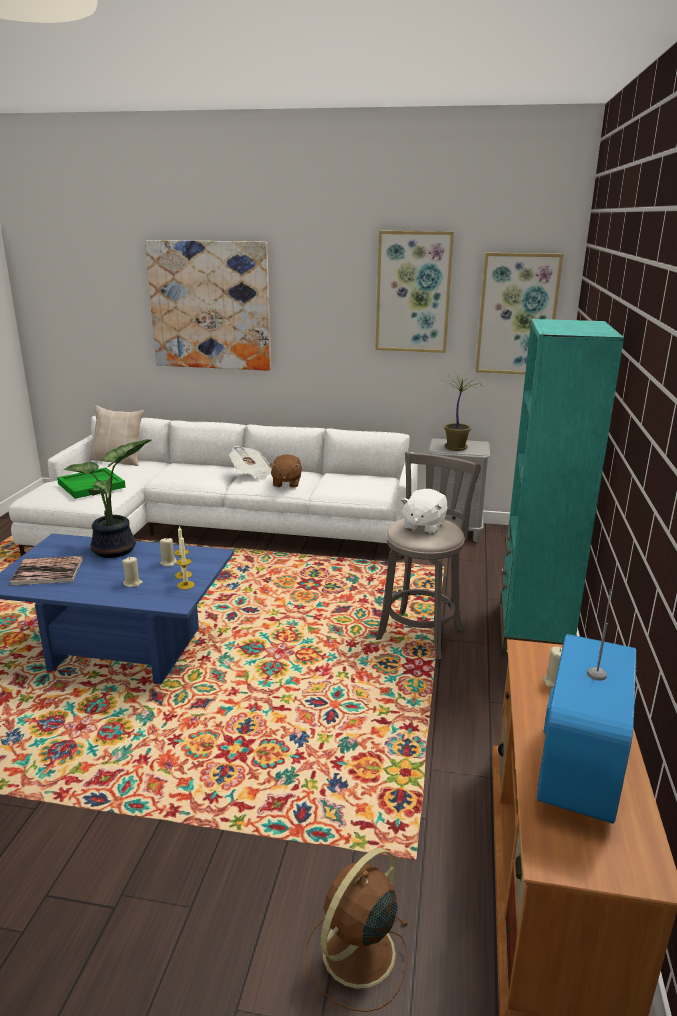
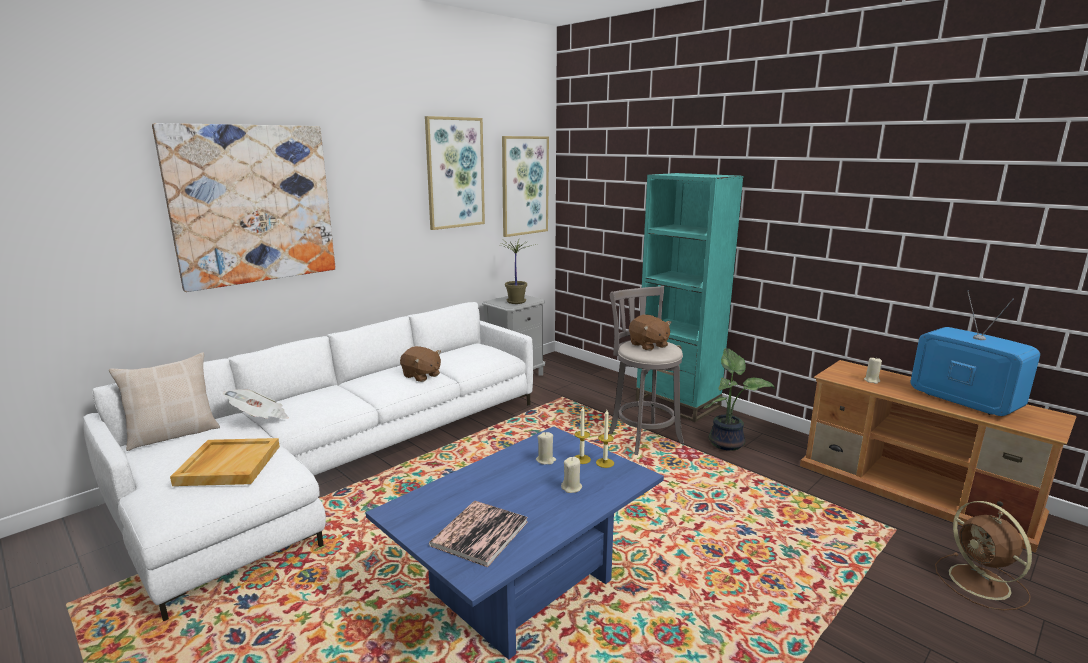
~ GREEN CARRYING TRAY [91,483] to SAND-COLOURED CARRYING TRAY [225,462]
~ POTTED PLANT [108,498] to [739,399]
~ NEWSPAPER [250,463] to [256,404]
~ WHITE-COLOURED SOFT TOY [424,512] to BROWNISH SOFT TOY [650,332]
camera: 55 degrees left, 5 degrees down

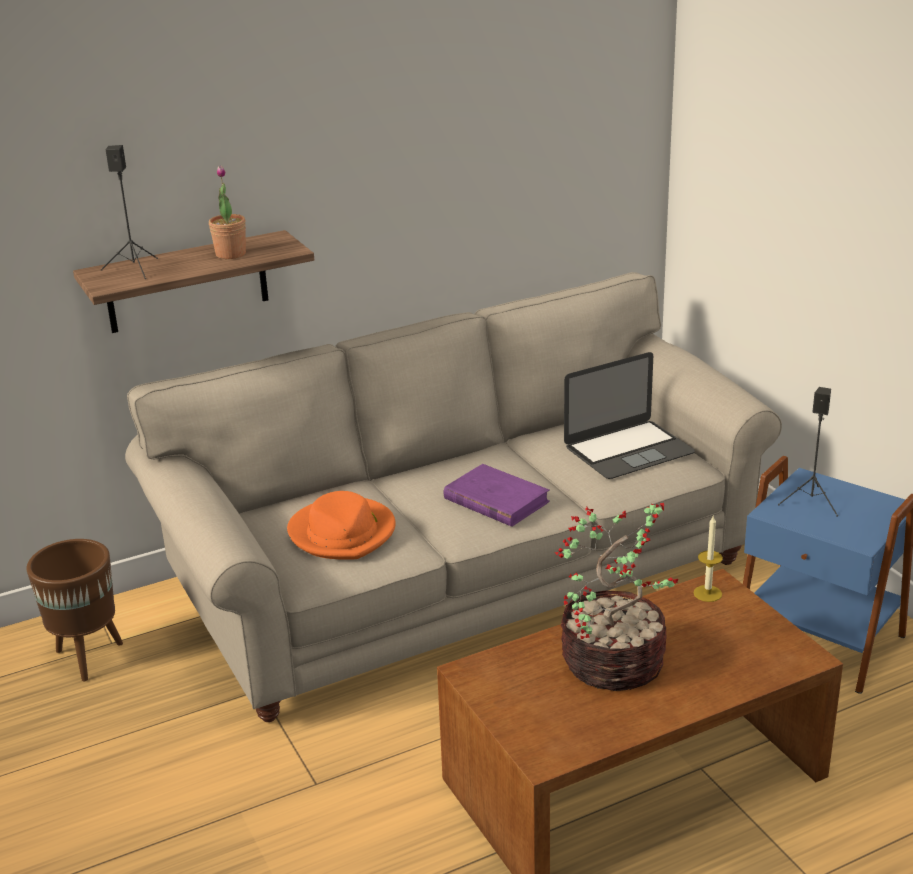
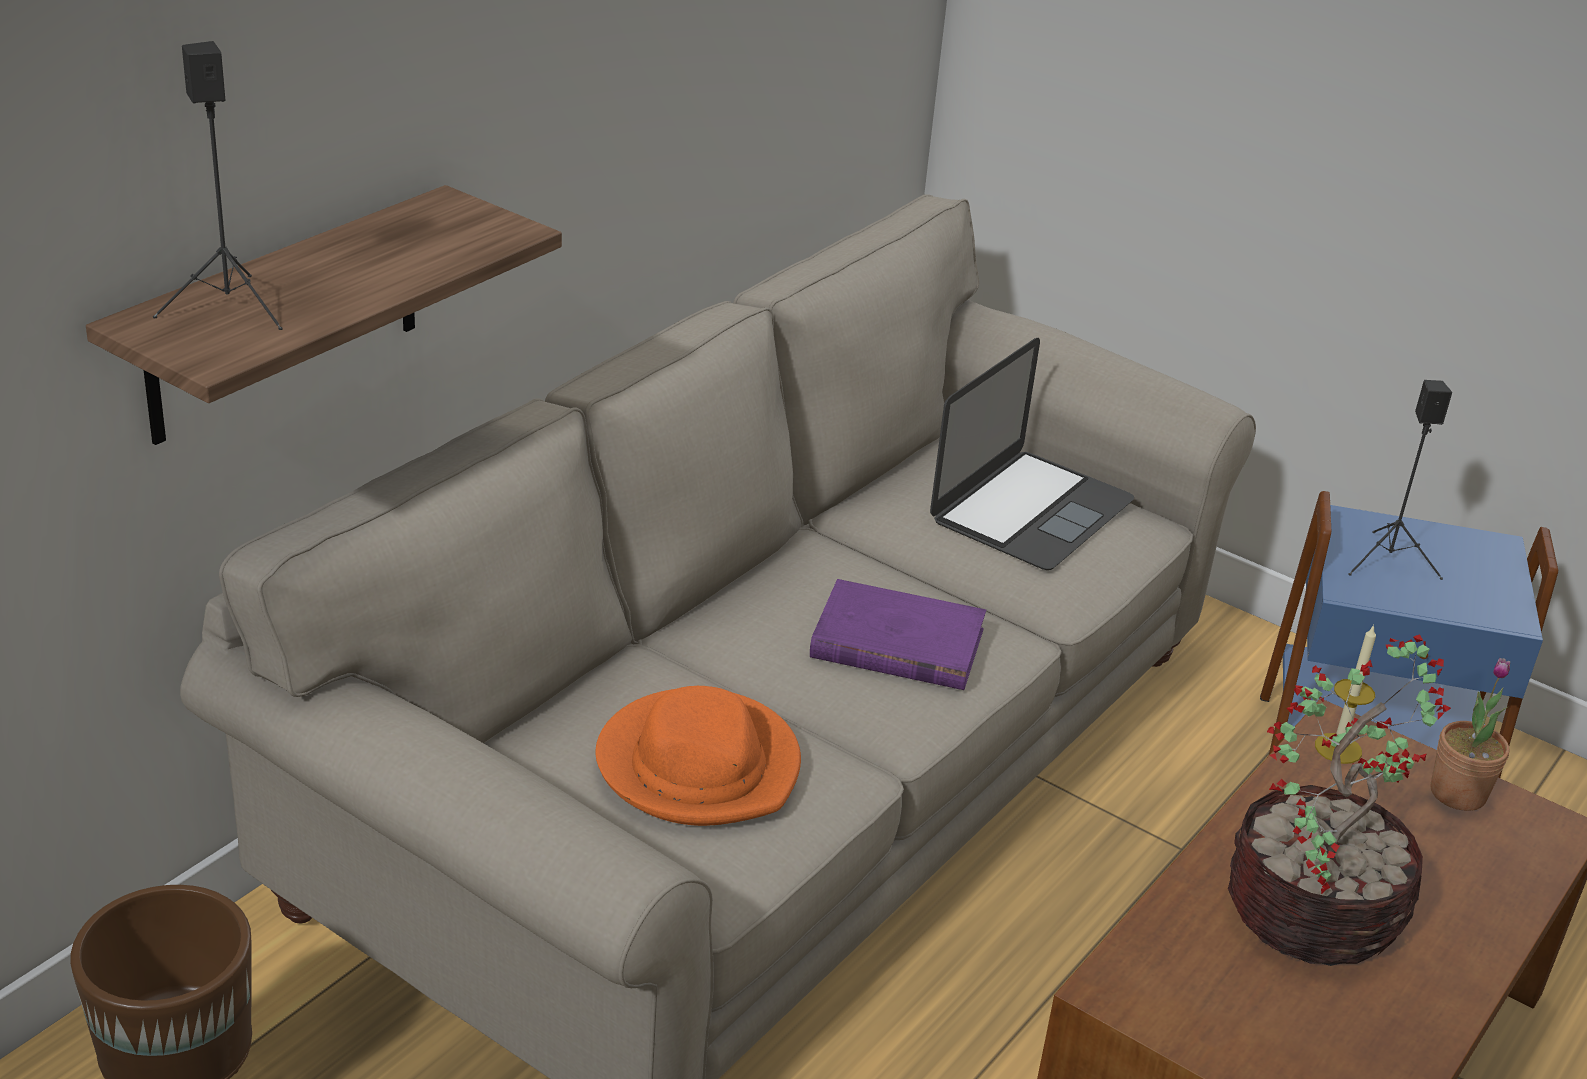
~ POTTED PLANT [227,212] to [1470,734]
camera: 30 degrees left, 5 degrees up

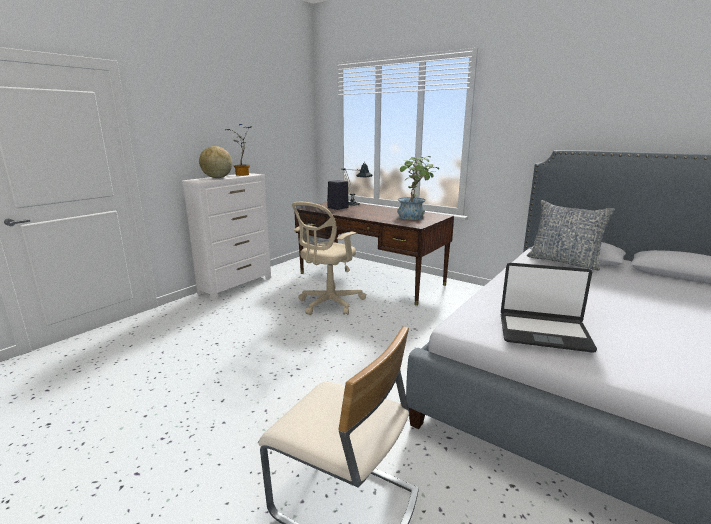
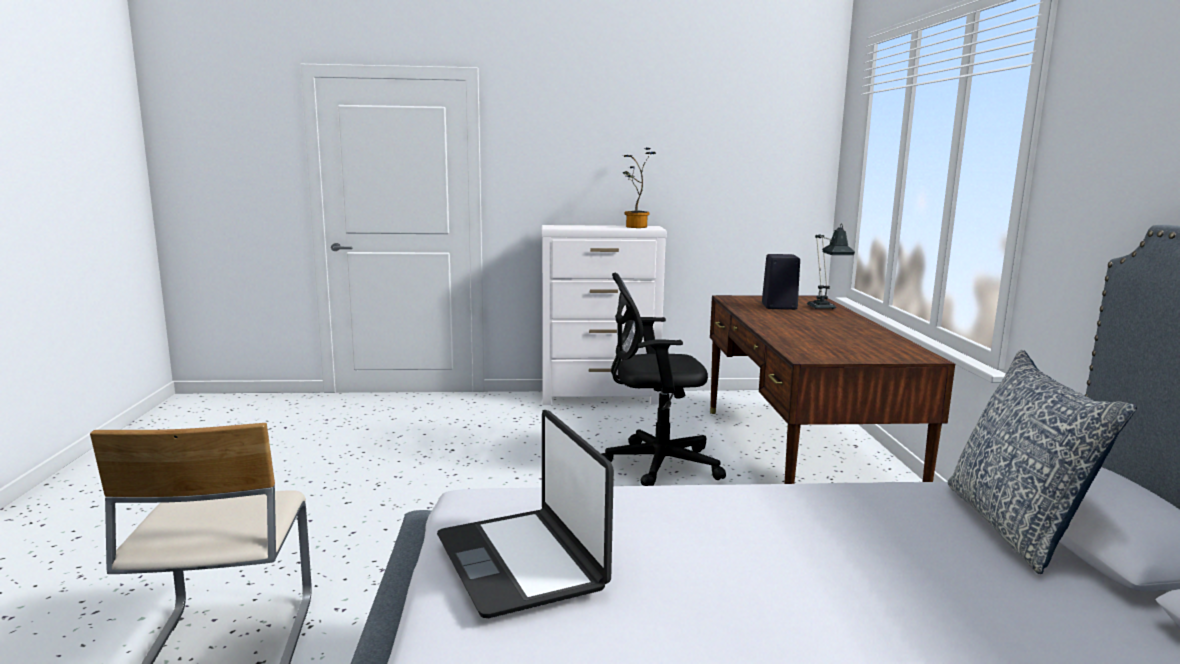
- GLOBE [215,162]
~ SAND-COLOURED DESK CHAIR [329,258] to BLACK DESK CHAIR [663,379]
- POTTED PLANT [418,188]
camera: 50 degrees right, 5 degrees down

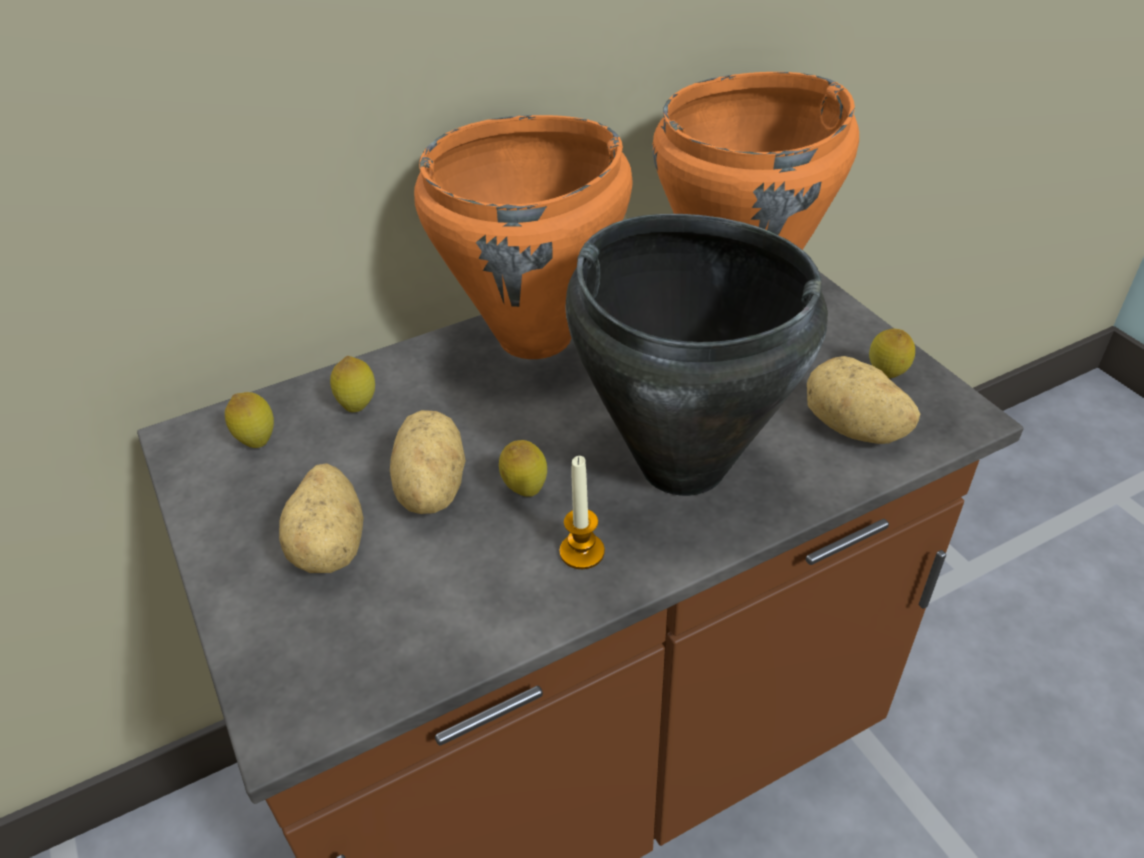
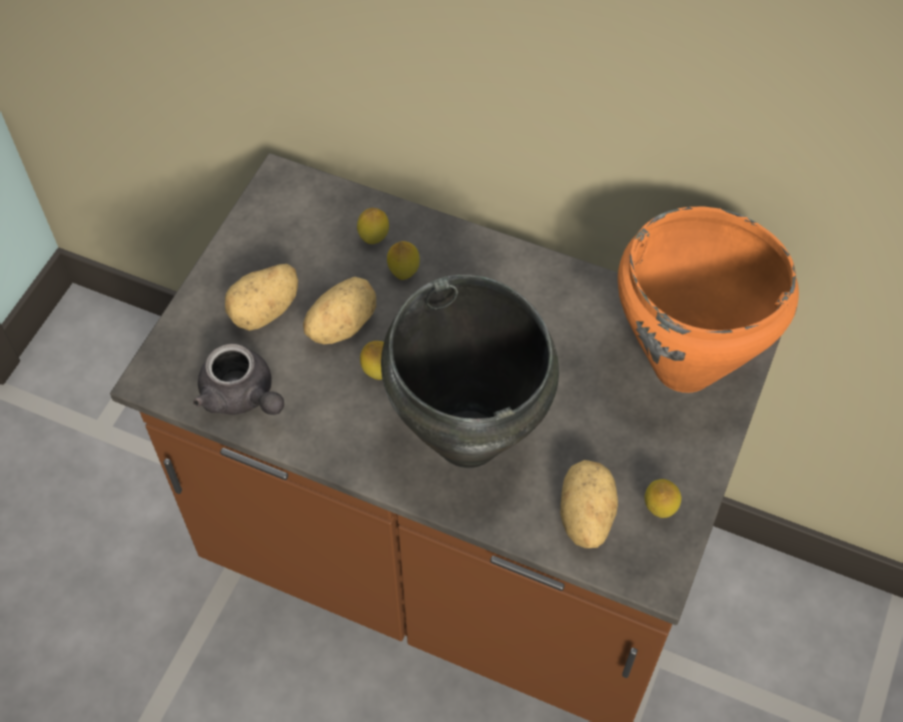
~ LEMON [249,420] to [403,260]
- ORANGE-COLOURED STOCKPOT [523,237]
- WAX LIGHT [582,512]
+ GREY TEAPOT [238,379]
camera: 50 degrees right, 15 degrees up

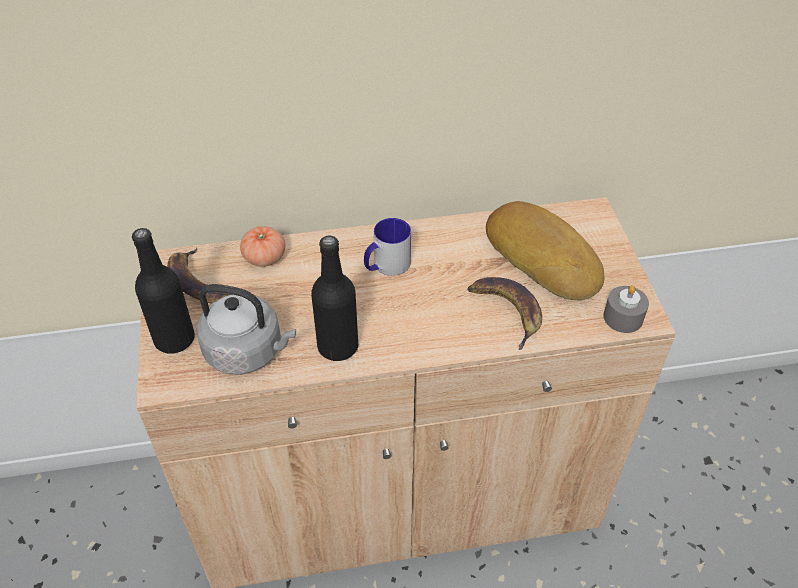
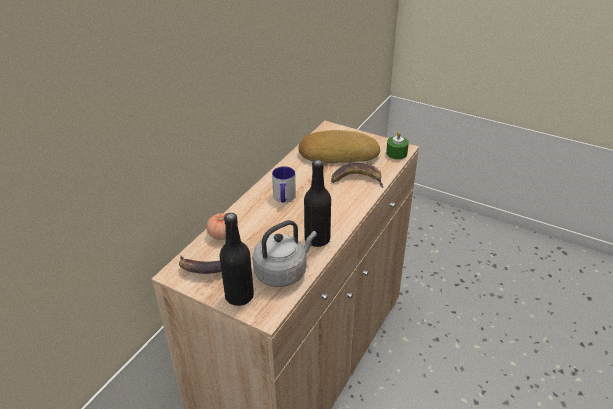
~ GREY WAX LIGHT [626,309] to GREEN WAX LIGHT [397,145]
camera: 50 degrees left, 10 degrees down

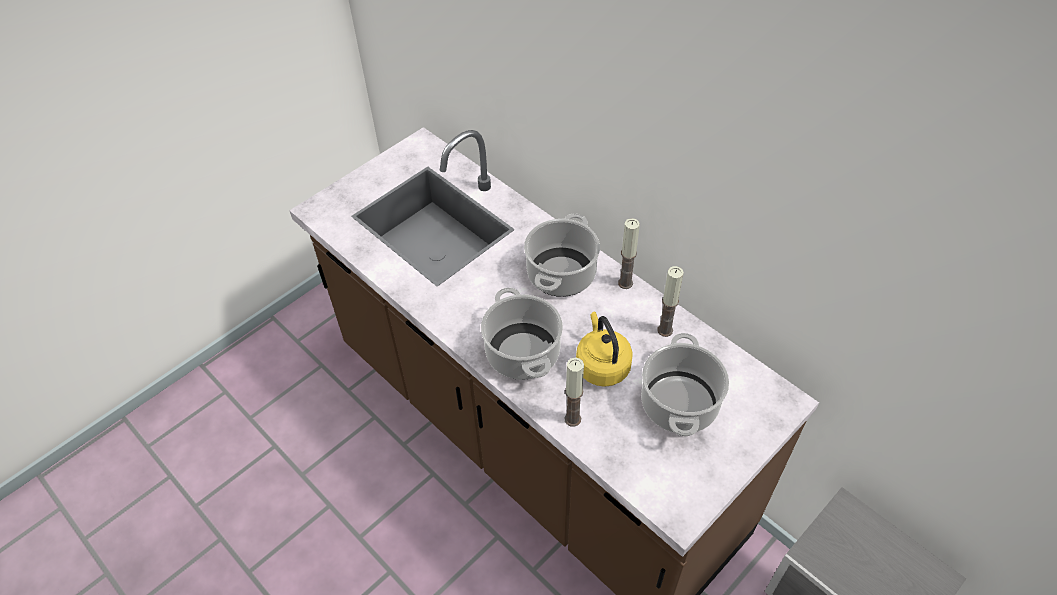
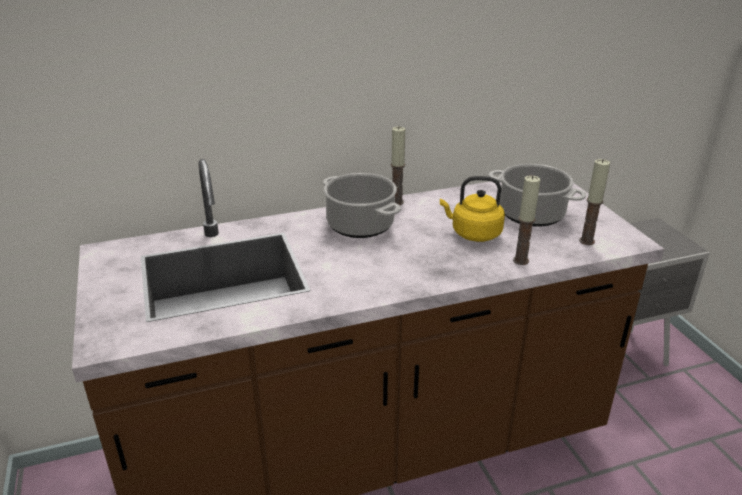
- STOCKPOT [522,334]
~ WAX LIGHT [670,301] to [594,202]
camera: 65 degrees left, 20 degrees down

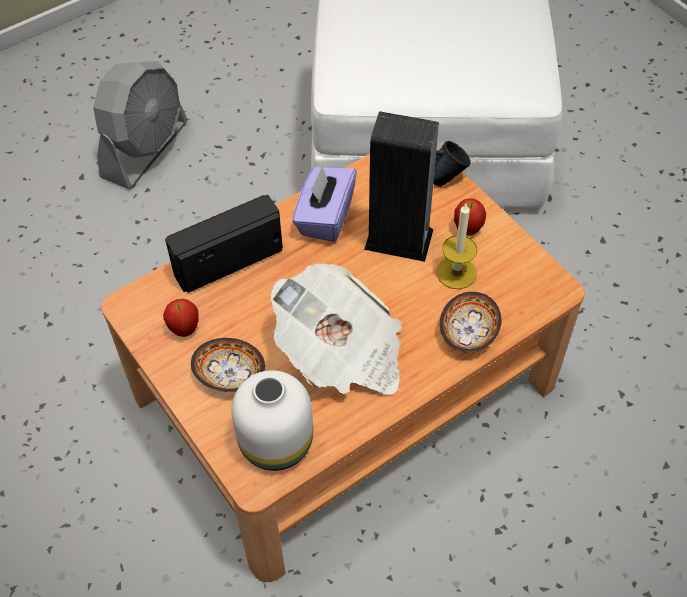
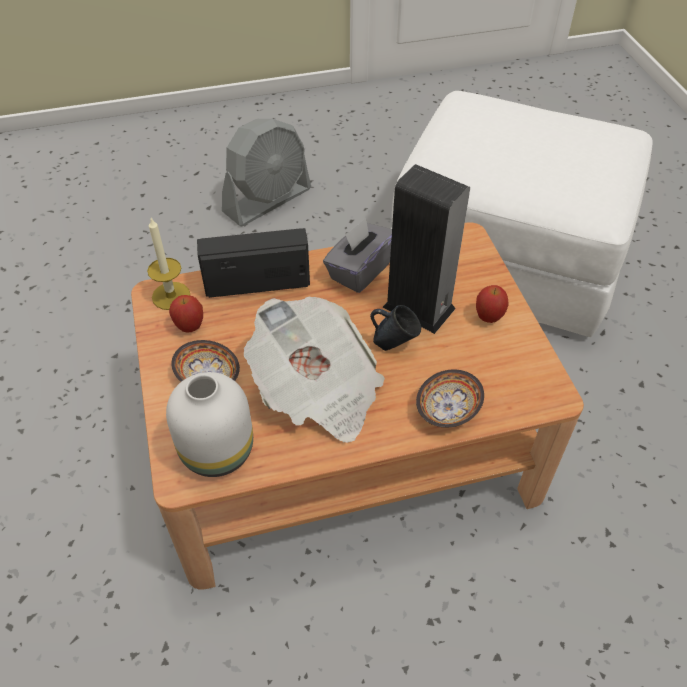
~ PURPLE-COLOURED BOX OF TISSUES [325,204] to GREY BOX OF TISSUES [357,255]
~ BLUE-COLOURED TEA MUG [452,164] to [395,328]
~ WAX LIGHT [457,246] to [168,264]
camera: 20 degrees right, 5 degrees down

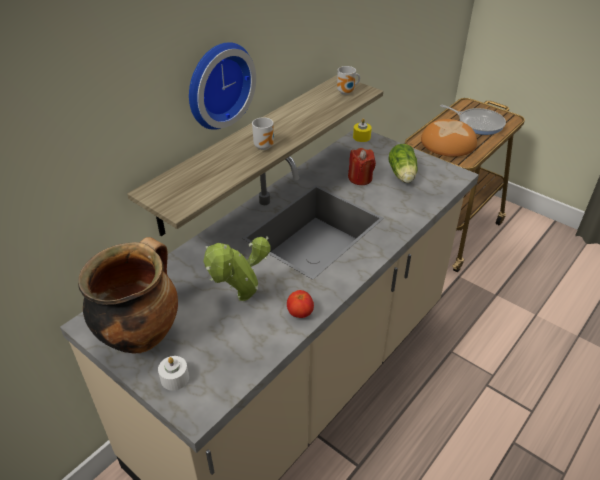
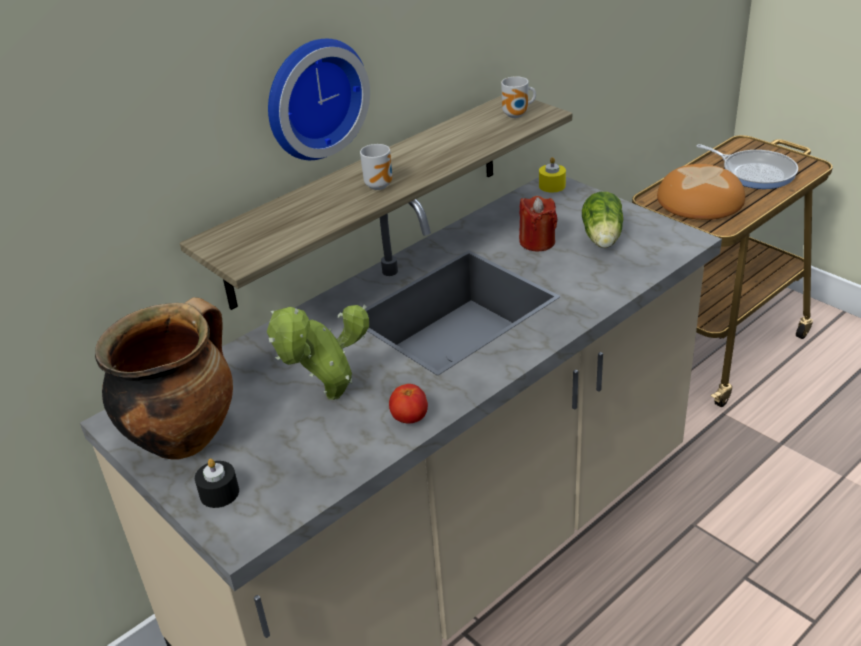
~ WHITE-COLOURED WAX LIGHT [173,373] to BLACK WAX LIGHT [217,483]
camera: 10 degrees right, 5 degrees down

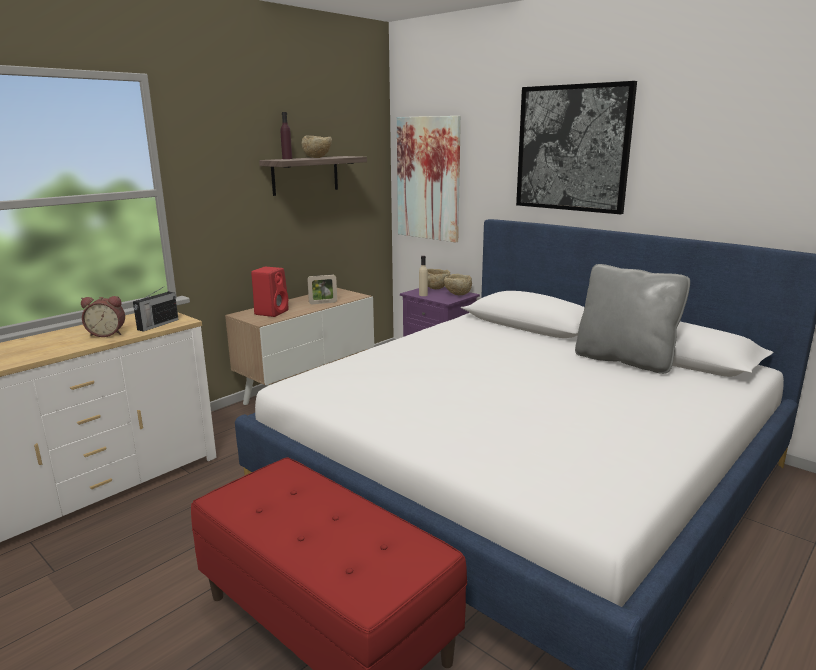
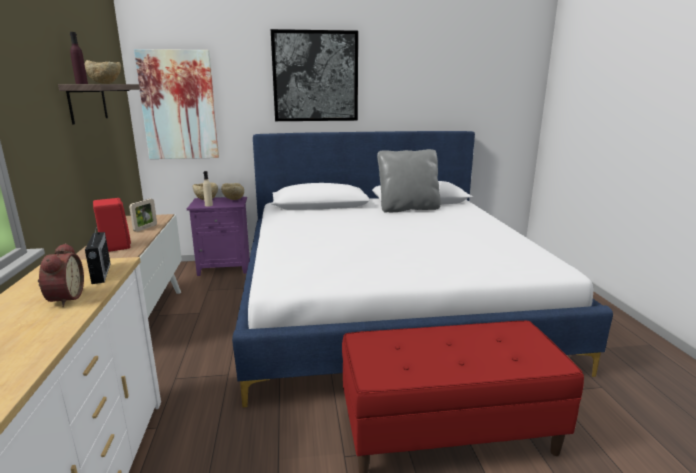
~ BEDSIDE CLOCK [103,316] = [61,275] 45 degrees counterclockwise
camera: 50 degrees left, 0 degrees up

